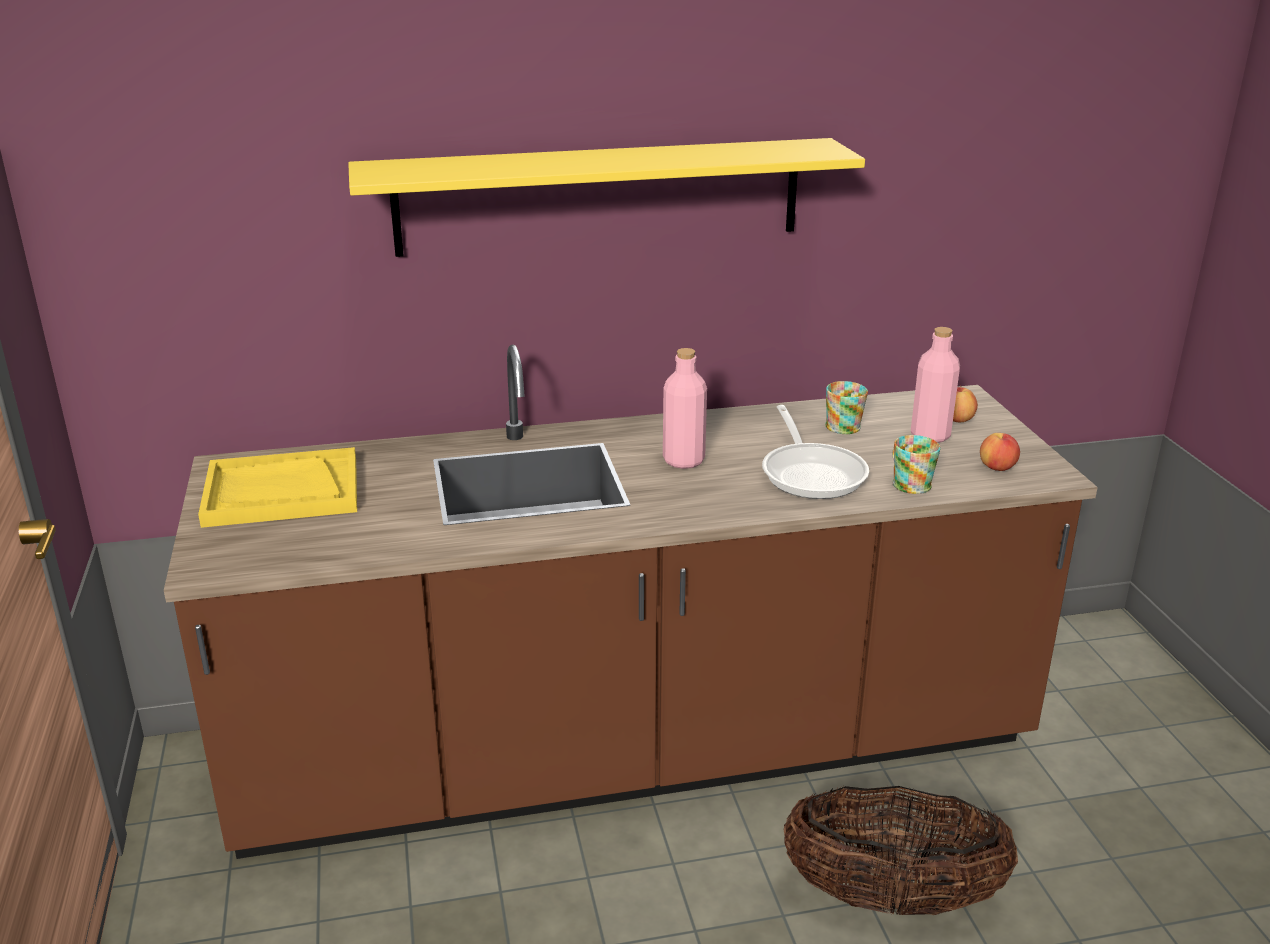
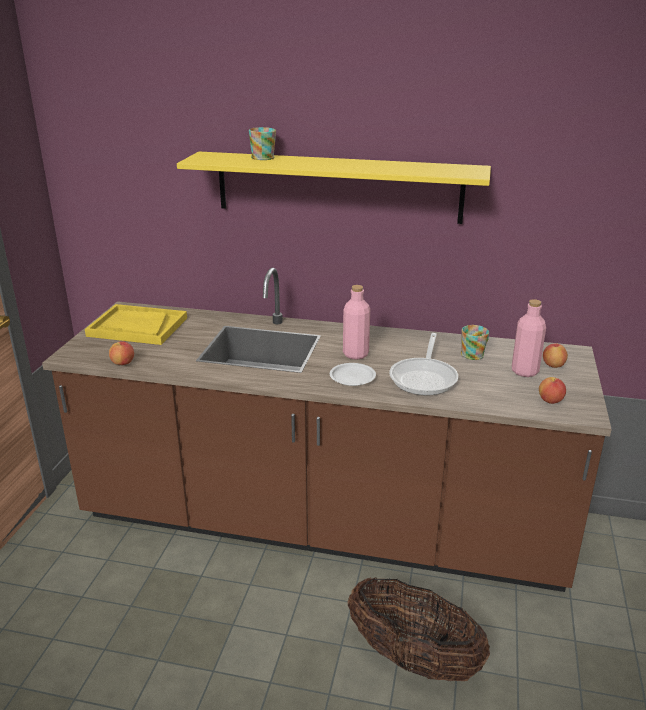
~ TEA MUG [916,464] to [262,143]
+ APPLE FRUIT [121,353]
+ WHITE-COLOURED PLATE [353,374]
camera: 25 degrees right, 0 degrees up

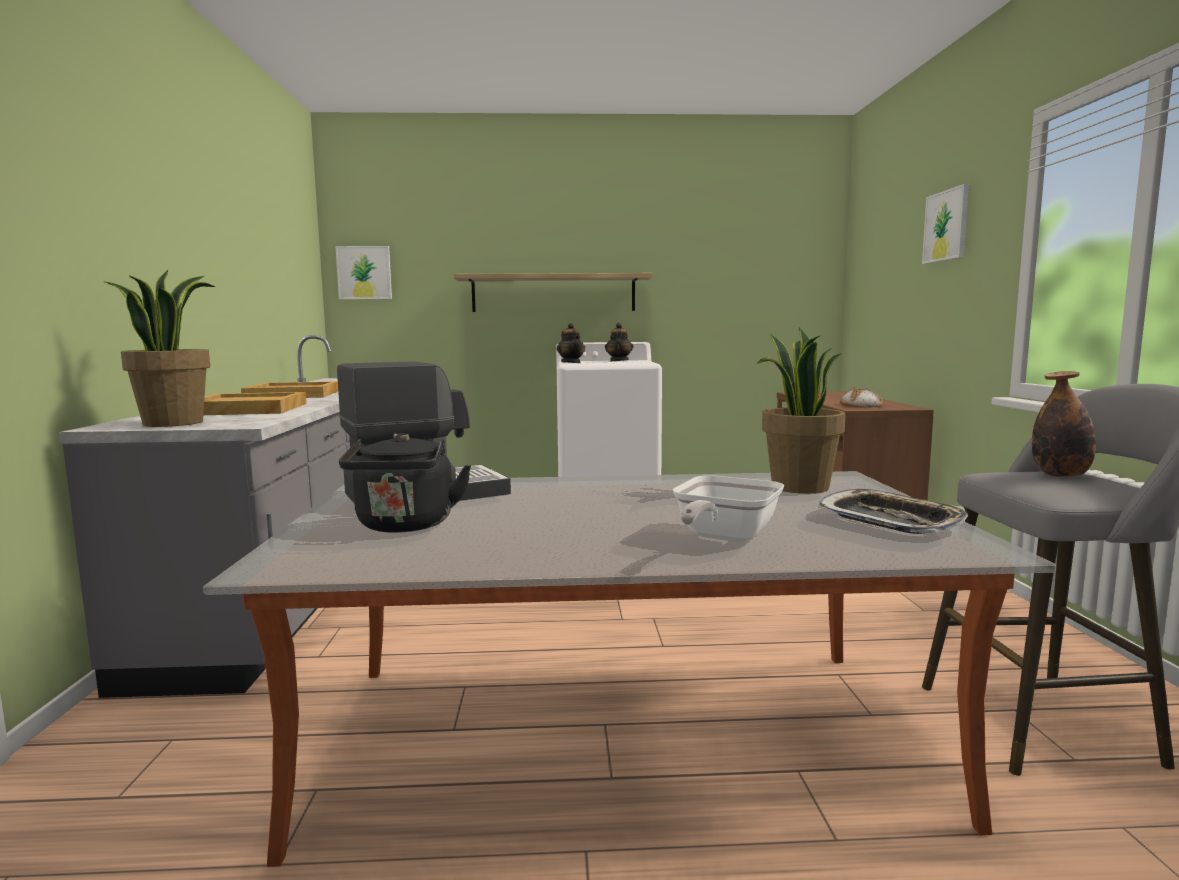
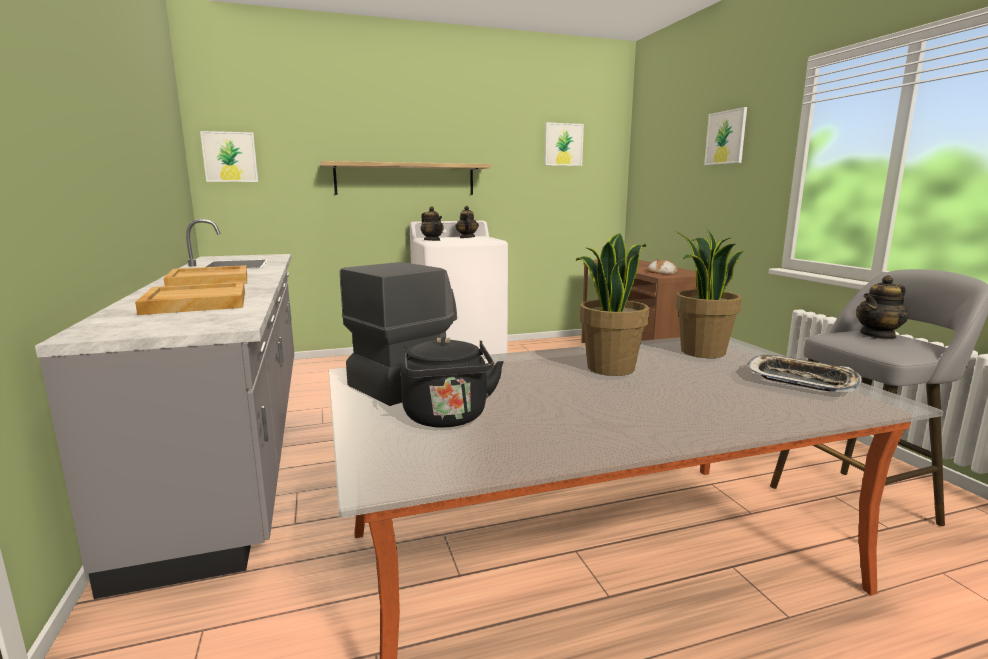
~ POTTED PLANT [160,348] to [612,304]
- SKILLET [728,508]
~ BOTTLE [1064,424] to TEAPOT [882,307]
+ PICTURE [564,144]
camera: 15 degrees left, 5 degrees up

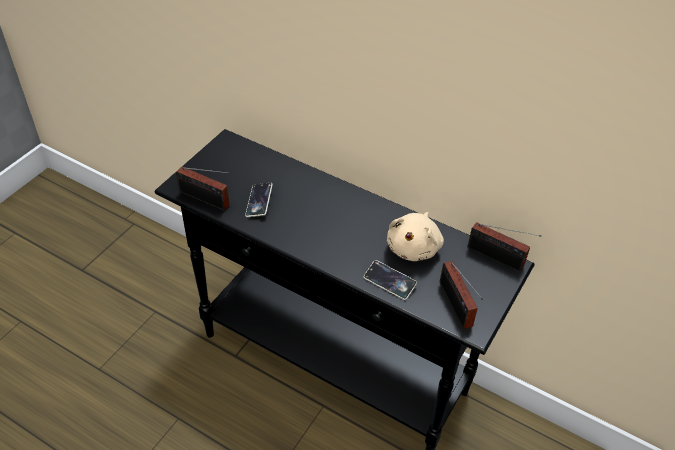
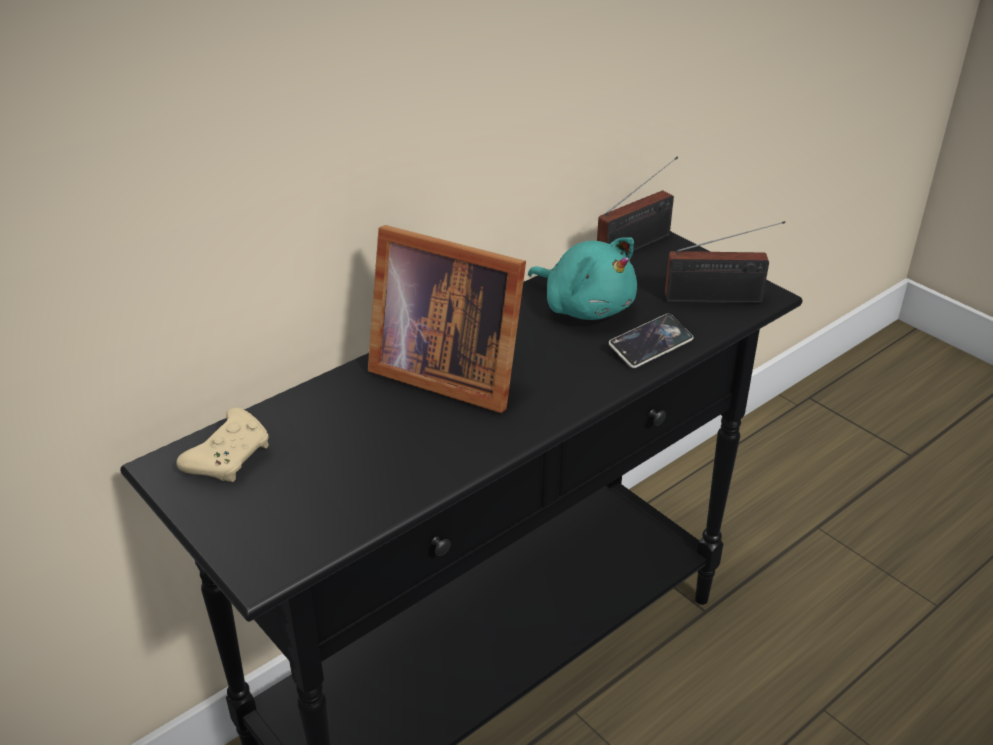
- RADIO [203,189]
- PHONE [259,200]
~ SAND-COLOURED SOFT TOY [415,236] to BLUE-GREEN SOFT TOY [582,278]
+ SAND-COLOURED GAMEPAD [222,445]
+ PHOTO FRAME [447,319]
camera: 70 degrees left, 10 degrees down

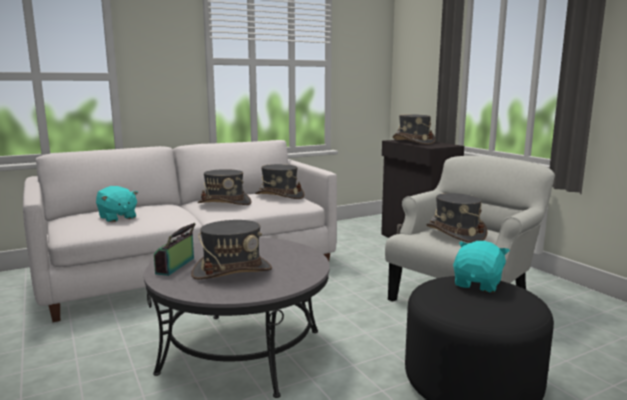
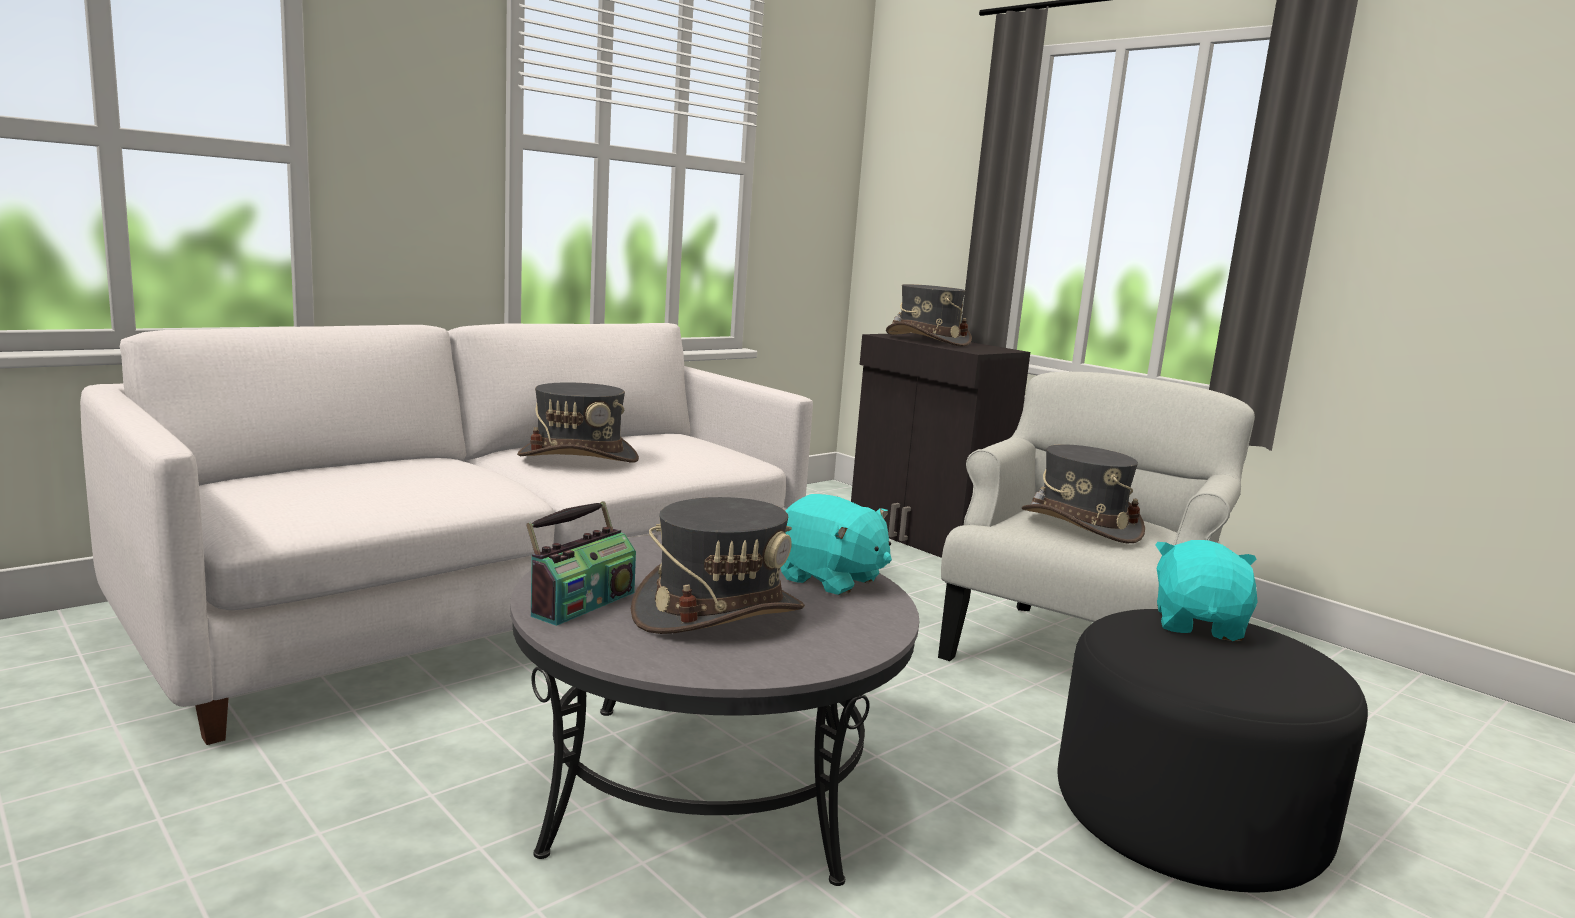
~ BLUE-GREEN SOFT TOY [117,204] to [836,545]
~ RADIO [174,249] = [581,563] 150 degrees counterclockwise
- GREY HAT [279,181]
camera: 15 degrees left, 0 degrees up

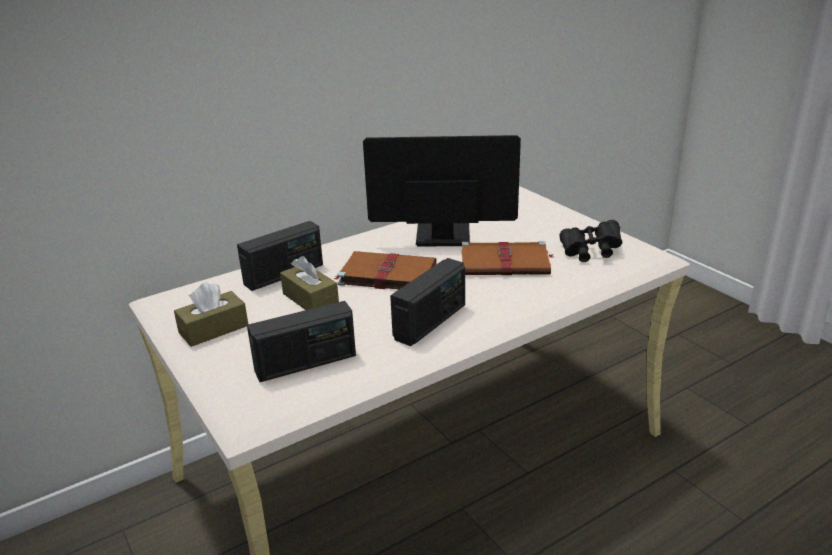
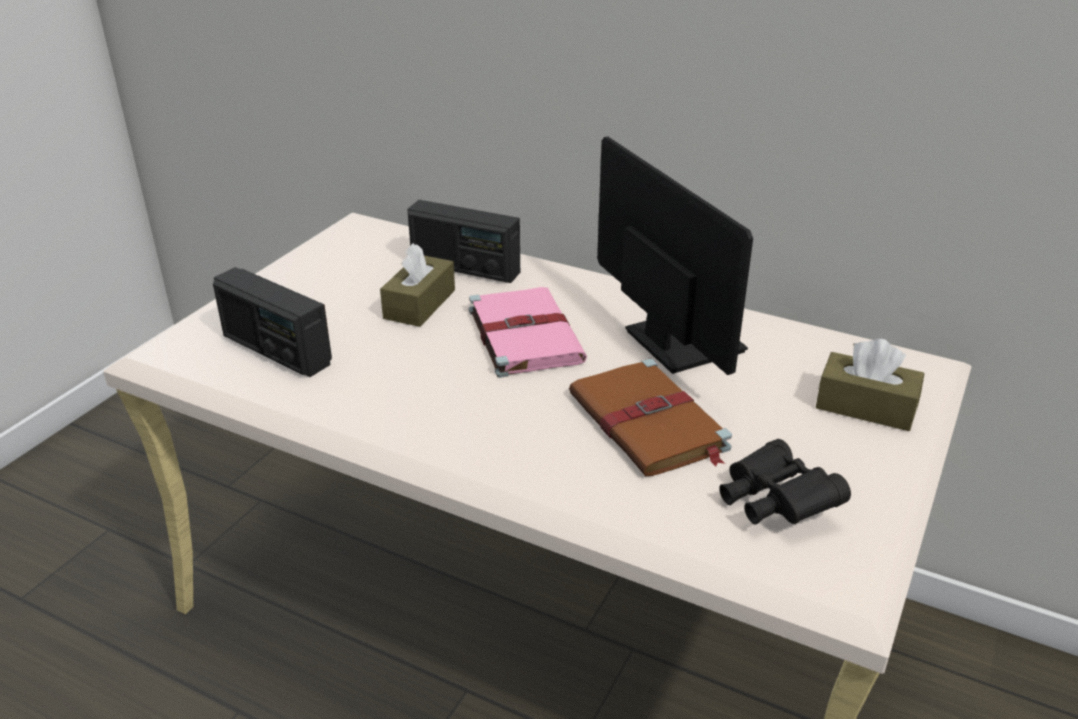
~ BROWNISH BOX OF TISSUES [211,314] to [870,385]
~ BROWNISH BOUND BOOK [385,270] to PINK-COLOURED BOUND BOOK [528,332]
- RADIO [427,302]
camera: 60 degrees right, 5 degrees up

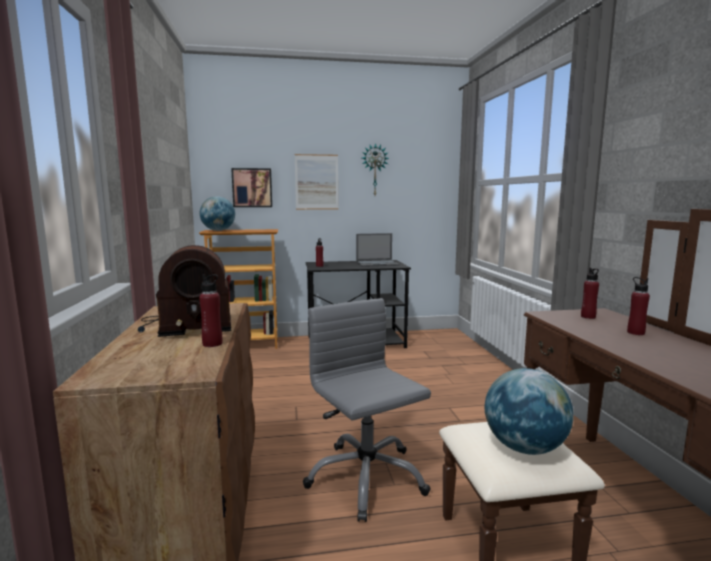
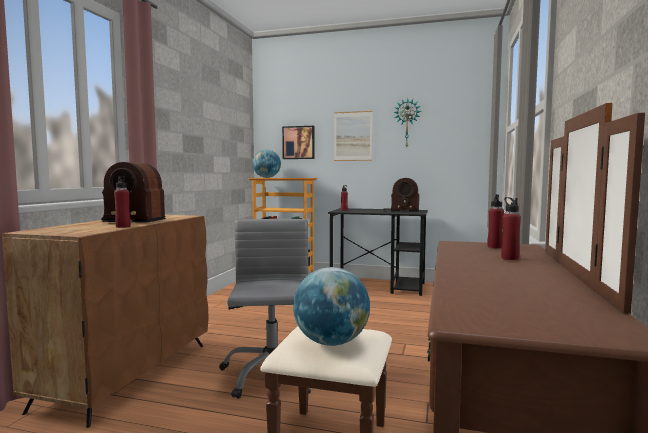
~ LAPTOP [377,250] to RADIO [401,195]
camera: 25 degrees right, 5 degrees down

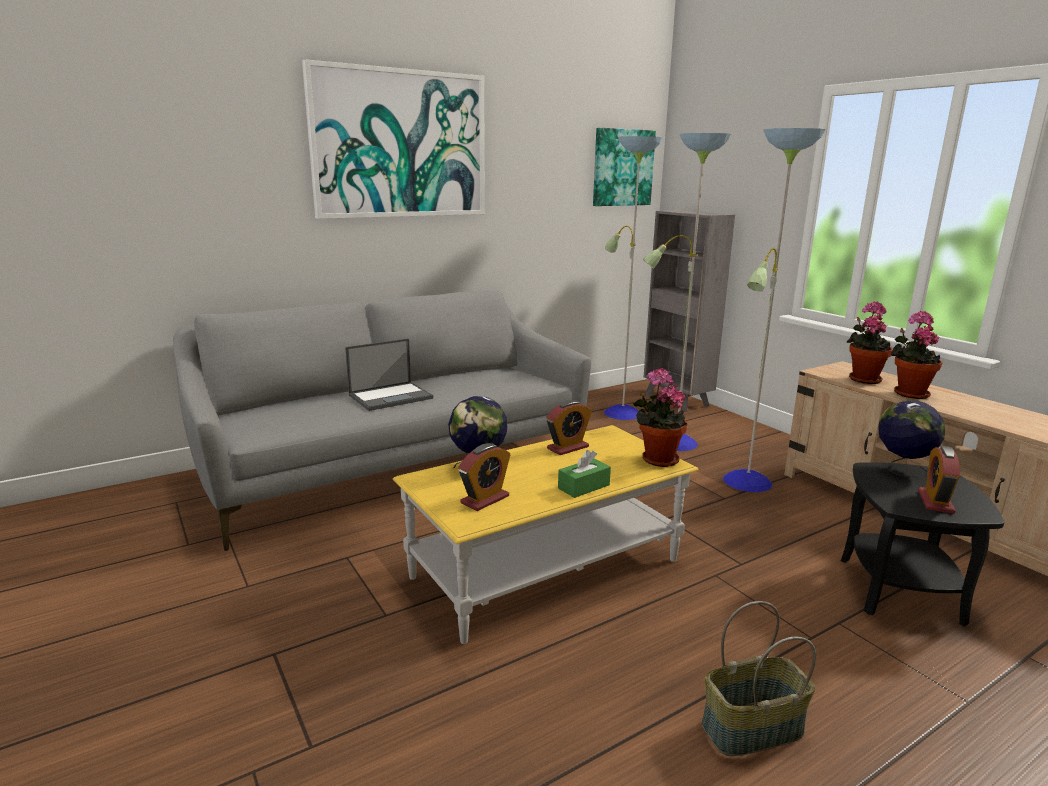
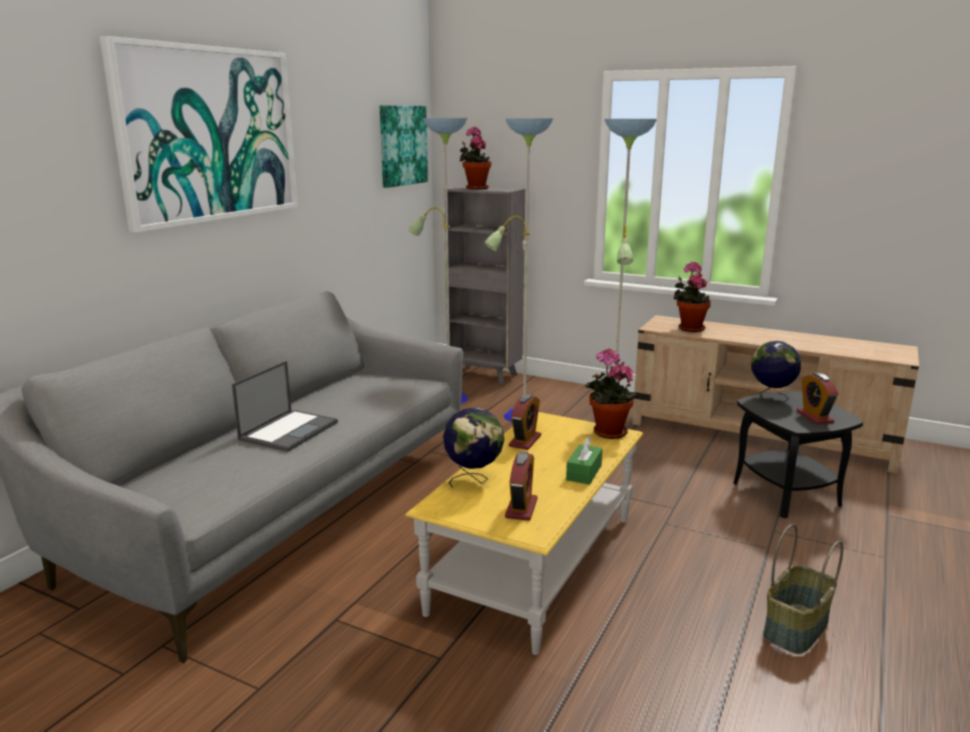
~ POTTED PLANT [917,355] to [476,157]
camera: 30 degrees left, 0 degrees up

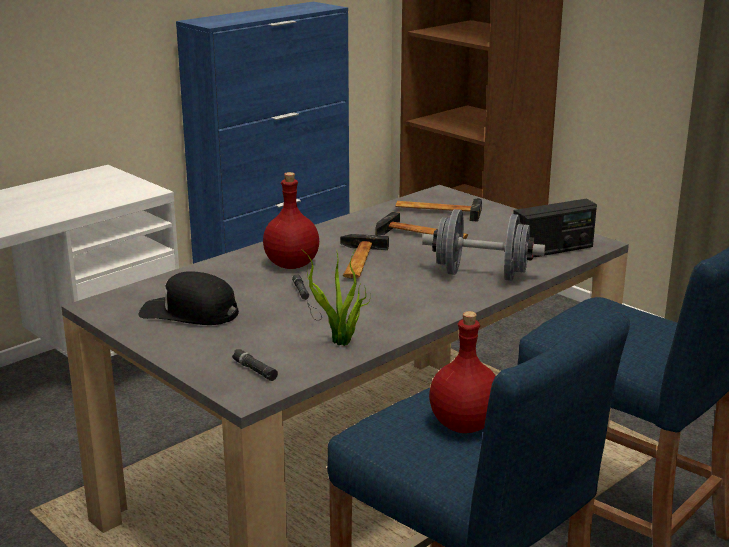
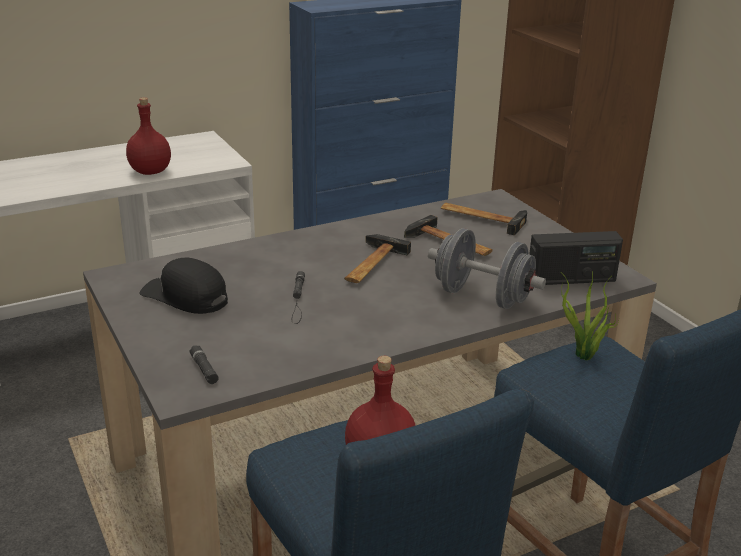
~ REDDISH BOTTLE [291,220] to [148,136]
~ POTTED PLANT [338,297] to [590,316]
camera: 15 degrees right, 5 degrees up

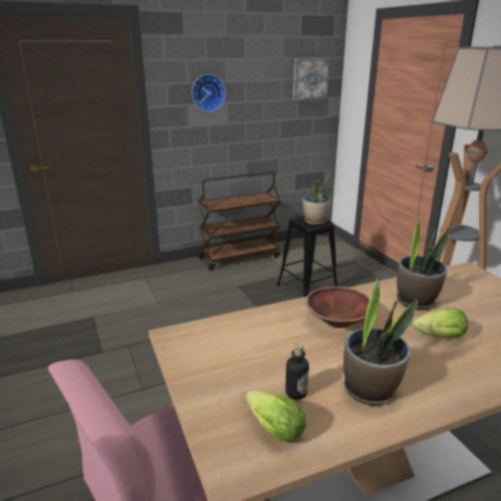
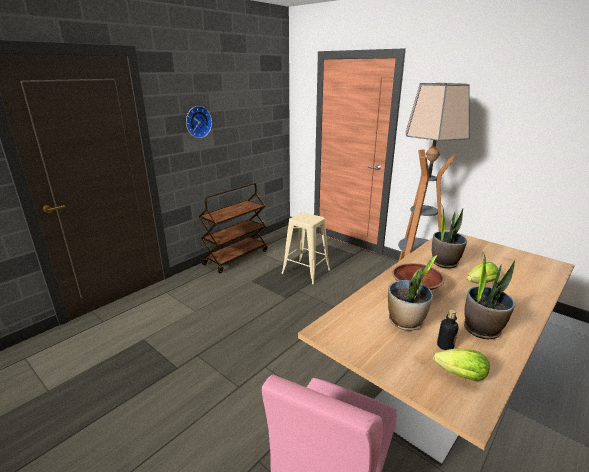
~ BLACK SITTING STOOL [307,256] to SAND-COLOURED SITTING STOOL [306,248]
- PICTURE [311,79]
~ POTTED PLANT [316,200] to [413,293]
camera: 25 degrees left, 0 degrees up

